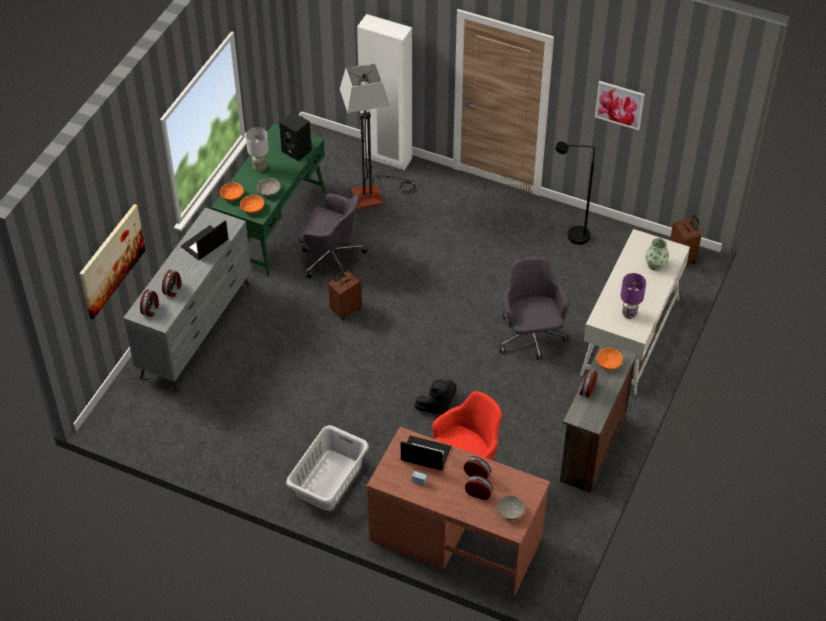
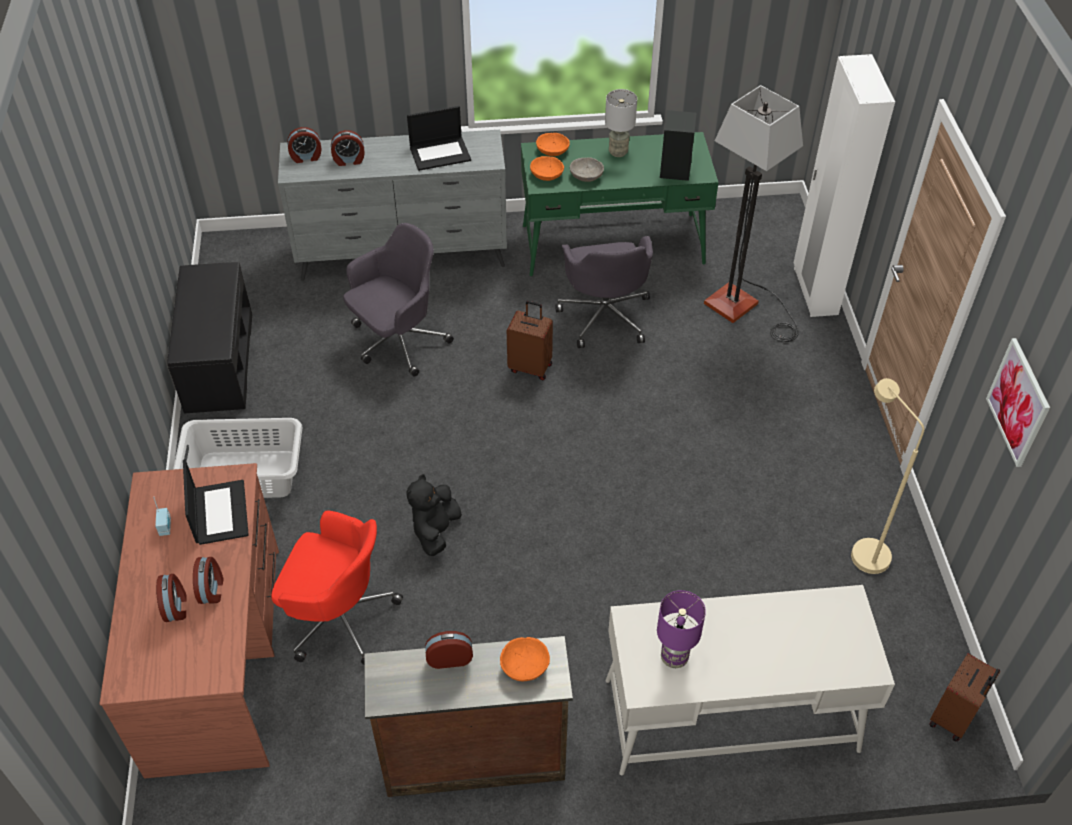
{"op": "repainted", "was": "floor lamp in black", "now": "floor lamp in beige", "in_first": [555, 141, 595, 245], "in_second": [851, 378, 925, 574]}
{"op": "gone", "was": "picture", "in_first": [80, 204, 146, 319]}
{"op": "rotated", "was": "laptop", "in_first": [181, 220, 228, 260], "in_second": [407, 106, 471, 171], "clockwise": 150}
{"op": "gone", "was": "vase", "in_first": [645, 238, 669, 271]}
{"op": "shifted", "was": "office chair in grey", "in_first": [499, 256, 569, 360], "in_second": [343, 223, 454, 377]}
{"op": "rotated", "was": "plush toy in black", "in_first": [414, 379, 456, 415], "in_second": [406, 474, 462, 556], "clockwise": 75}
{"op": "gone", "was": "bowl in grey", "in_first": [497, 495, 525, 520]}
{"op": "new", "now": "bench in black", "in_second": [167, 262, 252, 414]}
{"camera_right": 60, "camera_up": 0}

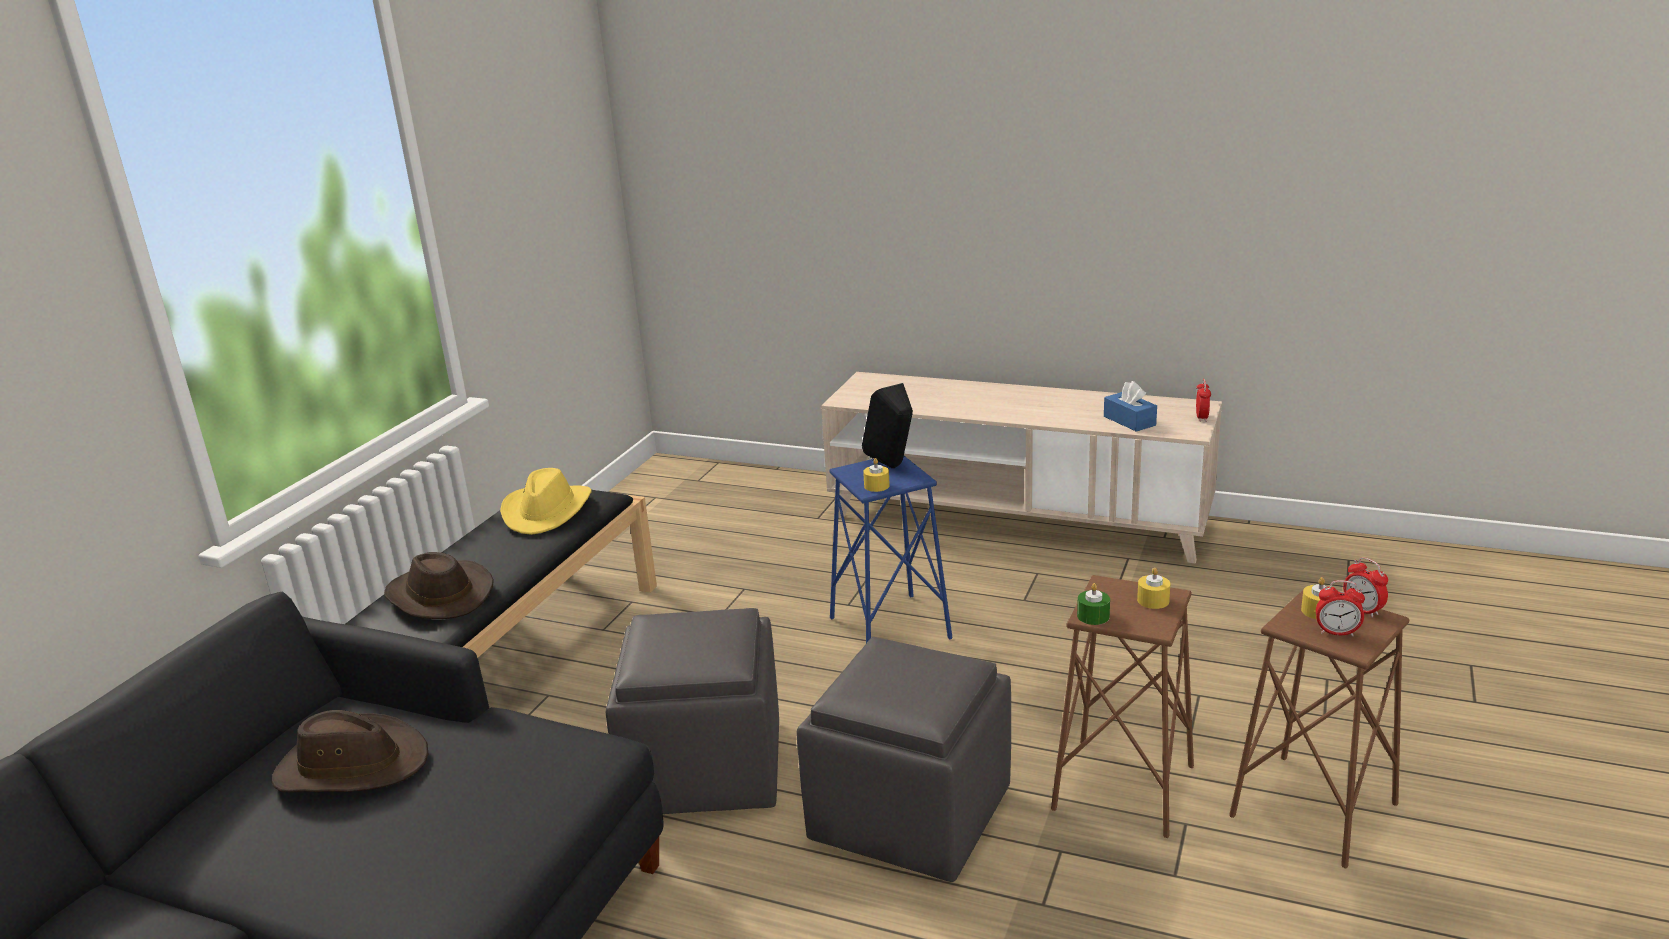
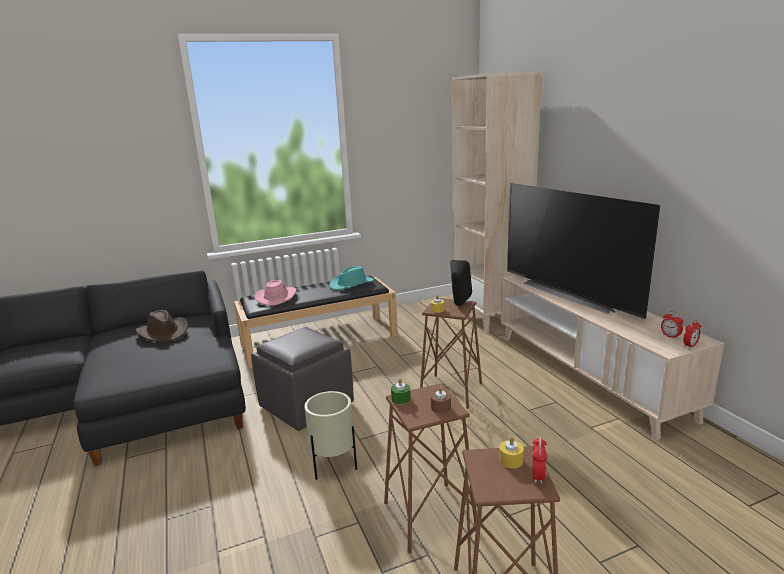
{"op": "gone", "was": "tissue box in blue", "in_first": [1104, 381, 1157, 432]}
{"op": "repainted", "was": "stool in blue", "now": "stool in brown", "in_first": [829, 456, 953, 643], "in_second": [420, 298, 482, 409]}
{"op": "repainted", "was": "hat in yellow", "now": "hat in turquoise", "in_first": [500, 468, 592, 535], "in_second": [329, 266, 374, 290]}
{"op": "repainted", "was": "hat in brown", "now": "hat in pink", "in_first": [384, 552, 494, 619], "in_second": [255, 280, 297, 306]}
{"op": "repainted", "was": "candle in yellow", "now": "candle in brown", "in_first": [1137, 568, 1170, 609], "in_second": [431, 386, 451, 413]}
{"op": "shifted", "was": "alarm clock", "in_first": [1316, 580, 1365, 636], "in_second": [661, 311, 683, 339]}
{"op": "swapped", "was": "ottoman in grey", "now": "planter in beige", "in_first": [796, 637, 1011, 882], "in_second": [304, 391, 357, 480]}
{"op": "new", "now": "bookcase in beige", "in_second": [452, 72, 542, 333]}
{"op": "new", "now": "television", "in_second": [507, 183, 660, 319]}
{"camera_right": 45, "camera_up": -5}

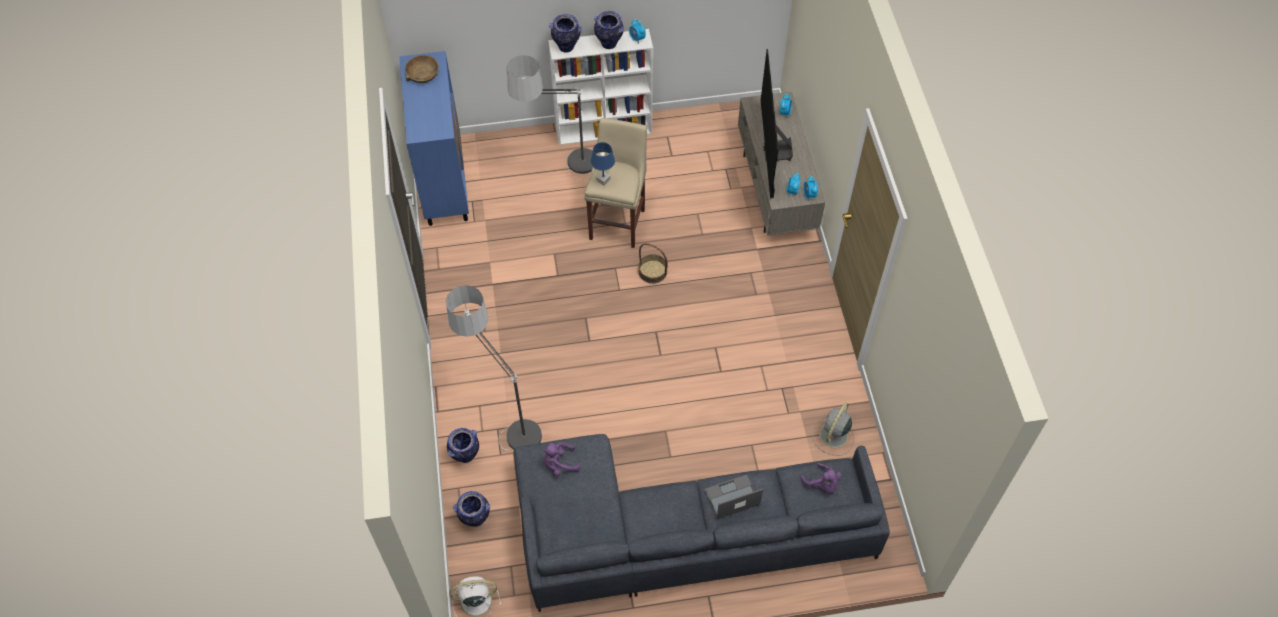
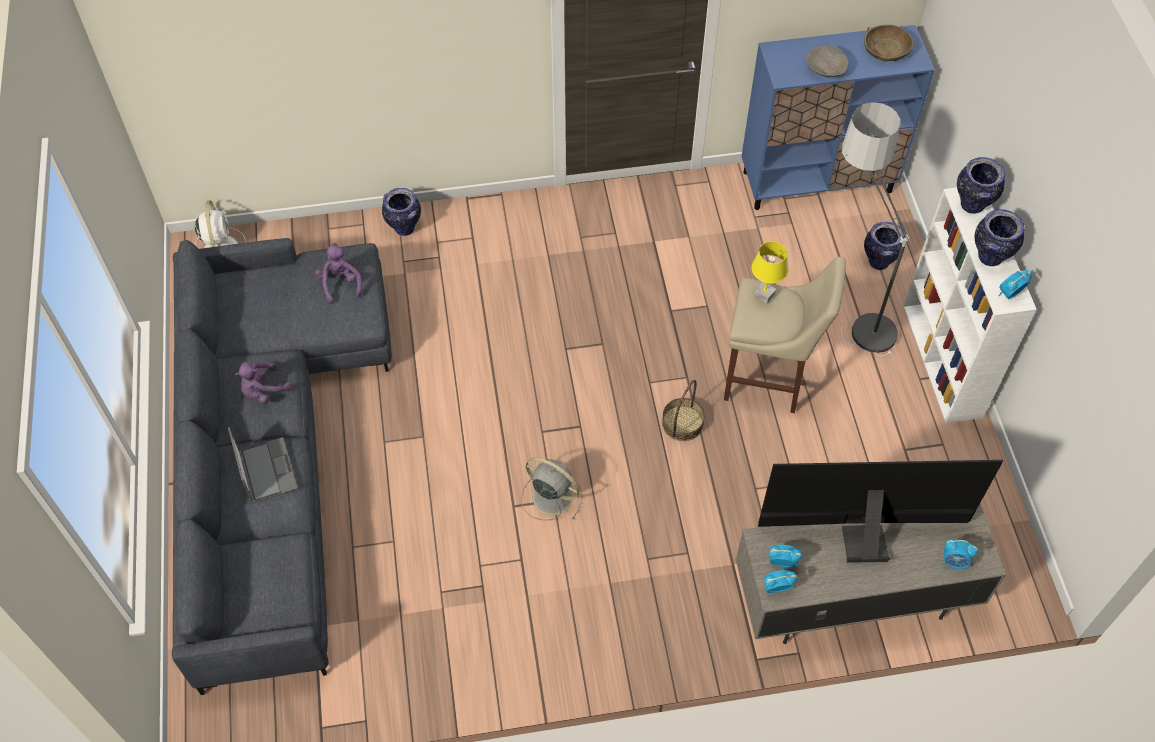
{"op": "repainted", "was": "table lamp in blue", "now": "table lamp in yellow", "in_first": [590, 142, 615, 186], "in_second": [751, 242, 788, 304]}
{"op": "gone", "was": "floor lamp", "in_first": [446, 285, 542, 450]}
{"op": "shifted", "was": "fan in grey", "in_first": [812, 402, 854, 456], "in_second": [521, 457, 583, 520]}
{"op": "shifted", "was": "plush toy in purple", "in_first": [801, 463, 842, 493], "in_second": [235, 362, 292, 404]}
{"op": "shifted", "was": "vase", "in_first": [453, 491, 490, 527], "in_second": [864, 222, 904, 270]}
{"op": "new", "now": "bowl in grey", "in_second": [806, 45, 848, 77]}
{"camera_right": 90, "camera_up": 0}

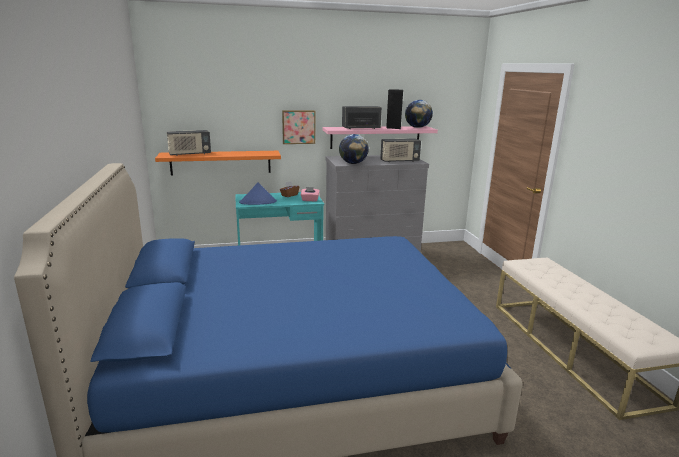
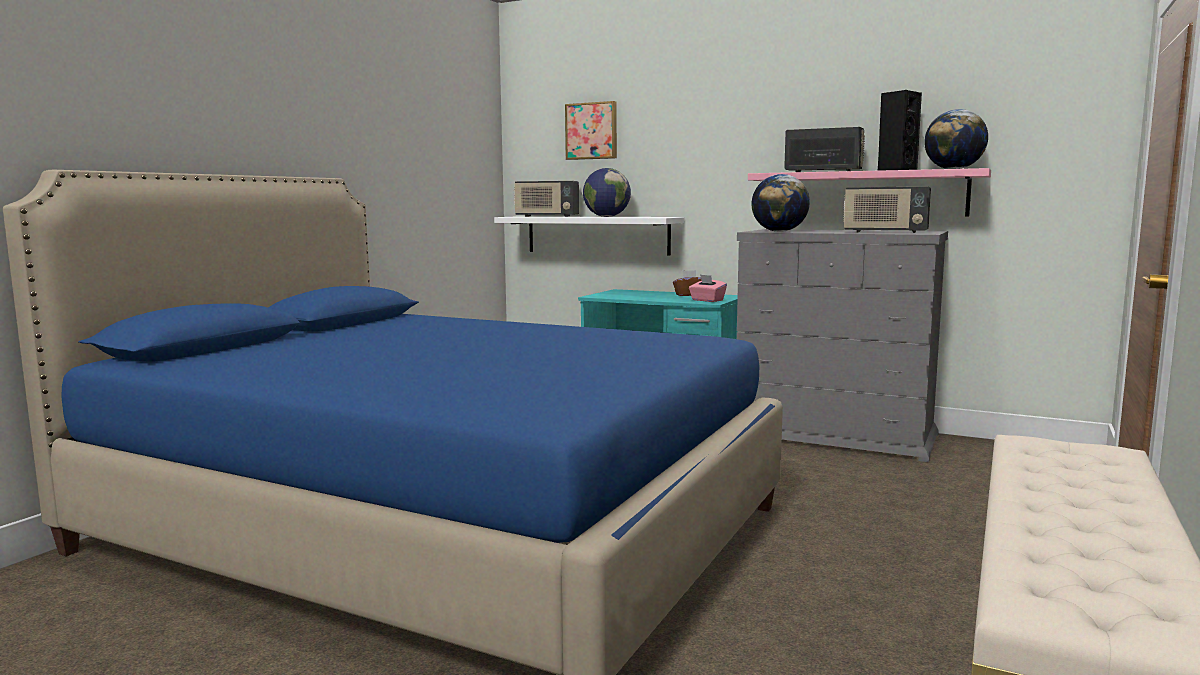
{"op": "shifted", "was": "picture", "in_first": [282, 110, 315, 144], "in_second": [565, 101, 617, 160]}
{"op": "repainted", "was": "shelf in orange", "now": "shelf in white", "in_first": [155, 151, 281, 175], "in_second": [494, 216, 684, 256]}
{"op": "gone", "was": "hat in blue", "in_first": [239, 182, 277, 205]}
{"op": "new", "now": "globe", "in_second": [583, 168, 631, 217]}
{"camera_right": 40, "camera_up": -10}

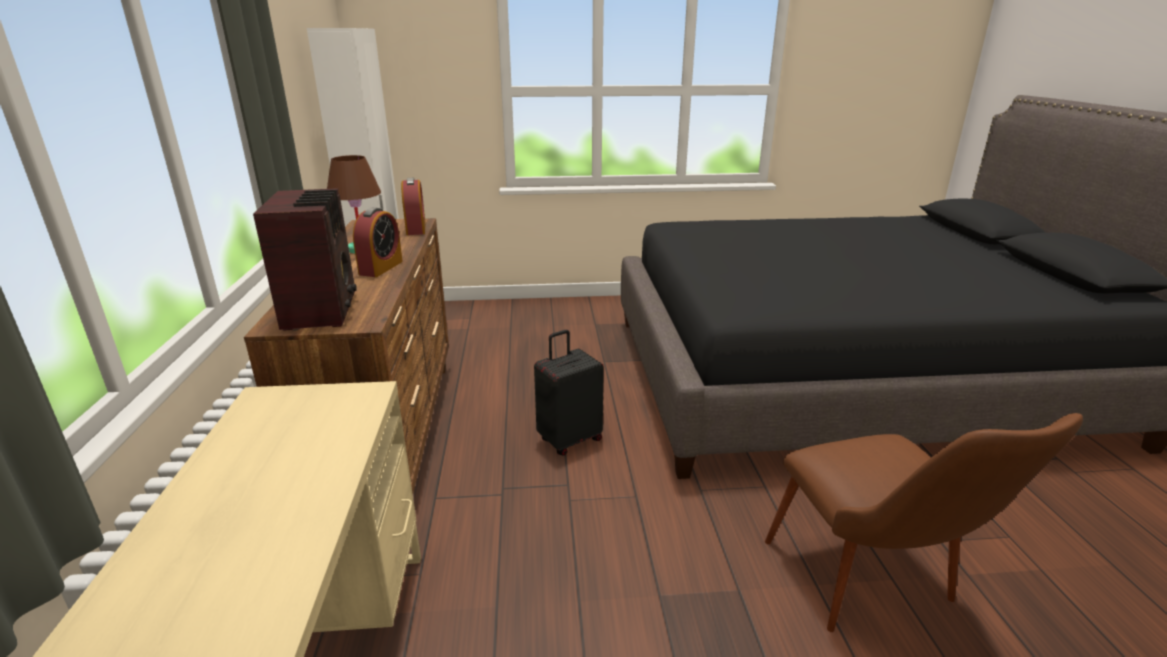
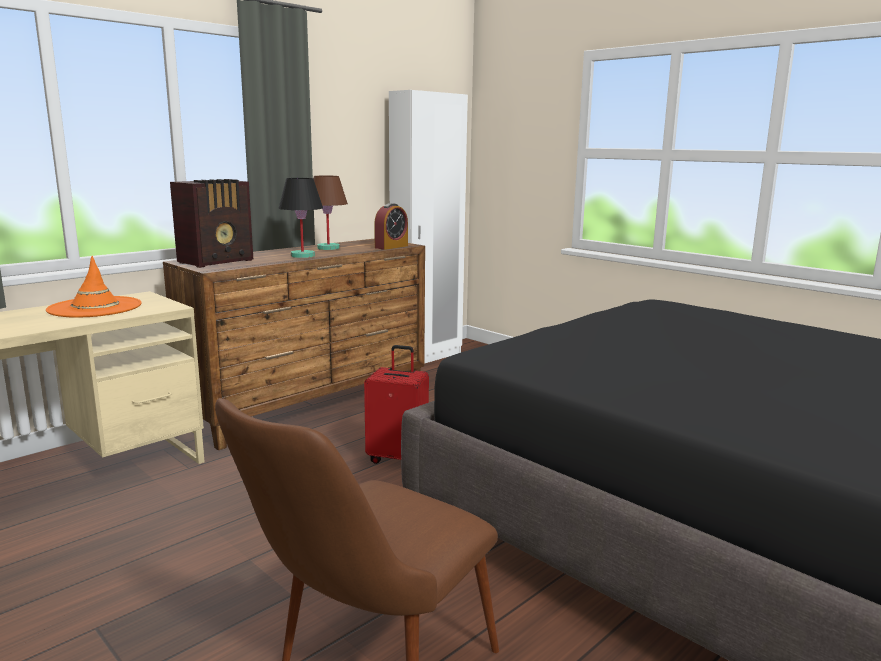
{"op": "swapped", "was": "alarm clock", "now": "table lamp in black", "in_first": [353, 208, 403, 277], "in_second": [279, 178, 323, 258]}
{"op": "repainted", "was": "suitcase in black", "now": "suitcase in red", "in_first": [534, 330, 604, 455], "in_second": [364, 345, 429, 464]}
{"op": "new", "now": "hat in orange", "in_second": [46, 256, 142, 318]}
{"camera_right": 50, "camera_up": -10}

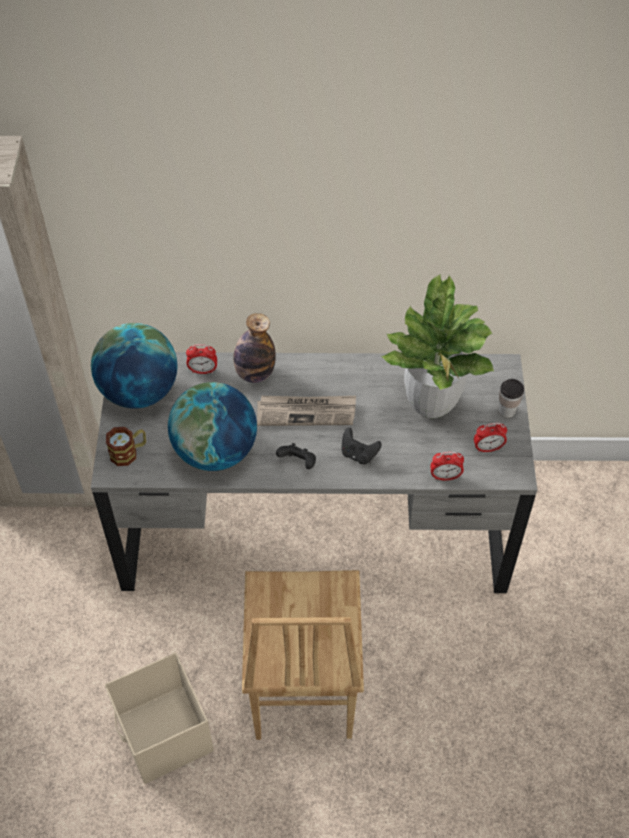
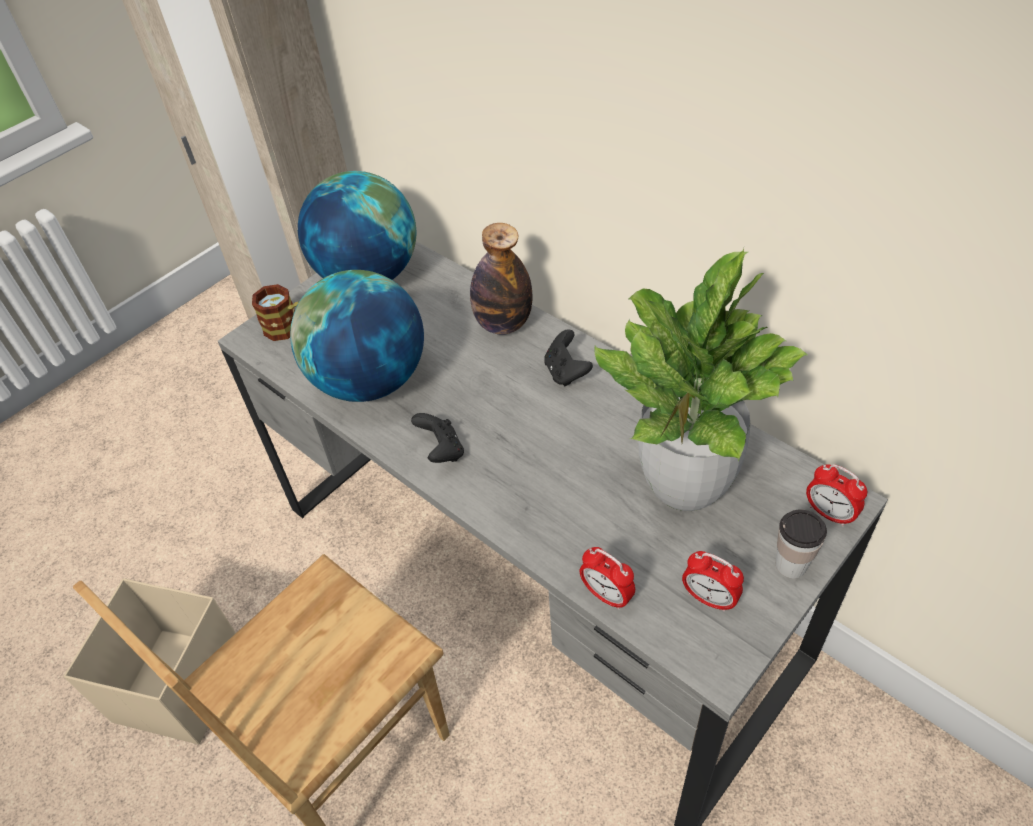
{"op": "shifted", "was": "alarm clock", "in_first": [186, 344, 217, 374], "in_second": [806, 464, 867, 526]}
{"op": "gone", "was": "newspaper", "in_first": [257, 396, 356, 426]}
{"op": "shifted", "was": "game controller in black", "in_first": [342, 428, 382, 464], "in_second": [544, 329, 593, 386]}
{"camera_right": 45, "camera_up": -5}

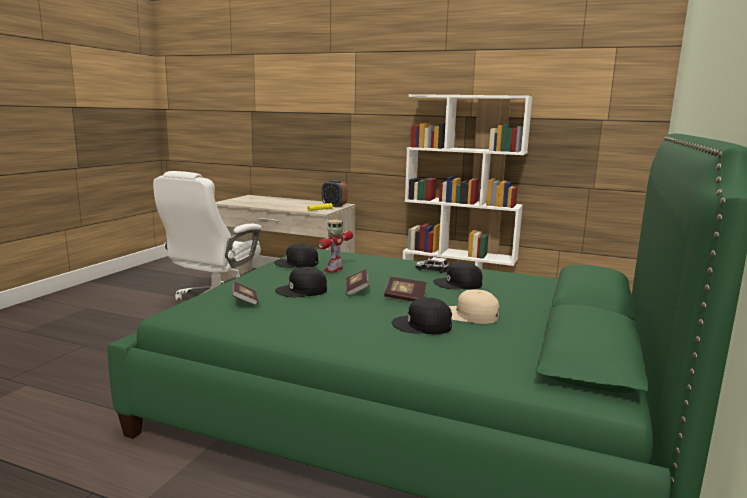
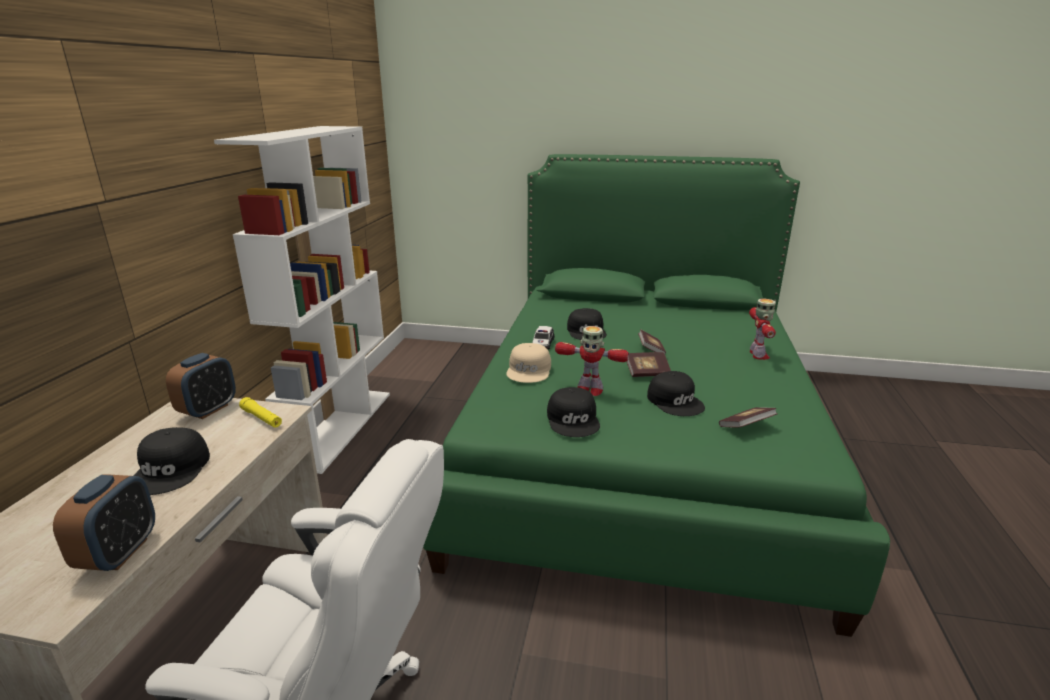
{"op": "shifted", "was": "cap in beige", "in_first": [449, 290, 499, 324], "in_second": [506, 343, 551, 383]}
{"op": "shifted", "was": "cap in black", "in_first": [392, 298, 452, 334], "in_second": [134, 427, 210, 495]}
{"op": "new", "now": "toy robot", "in_second": [749, 298, 776, 360]}
{"op": "new", "now": "alarm clock", "in_second": [53, 474, 155, 571]}
{"camera_right": -100, "camera_up": 10}

